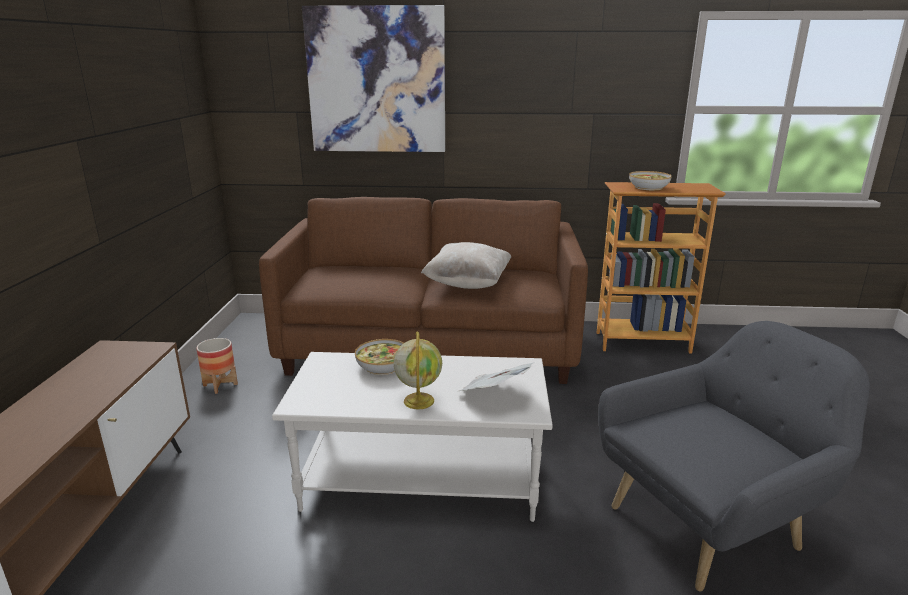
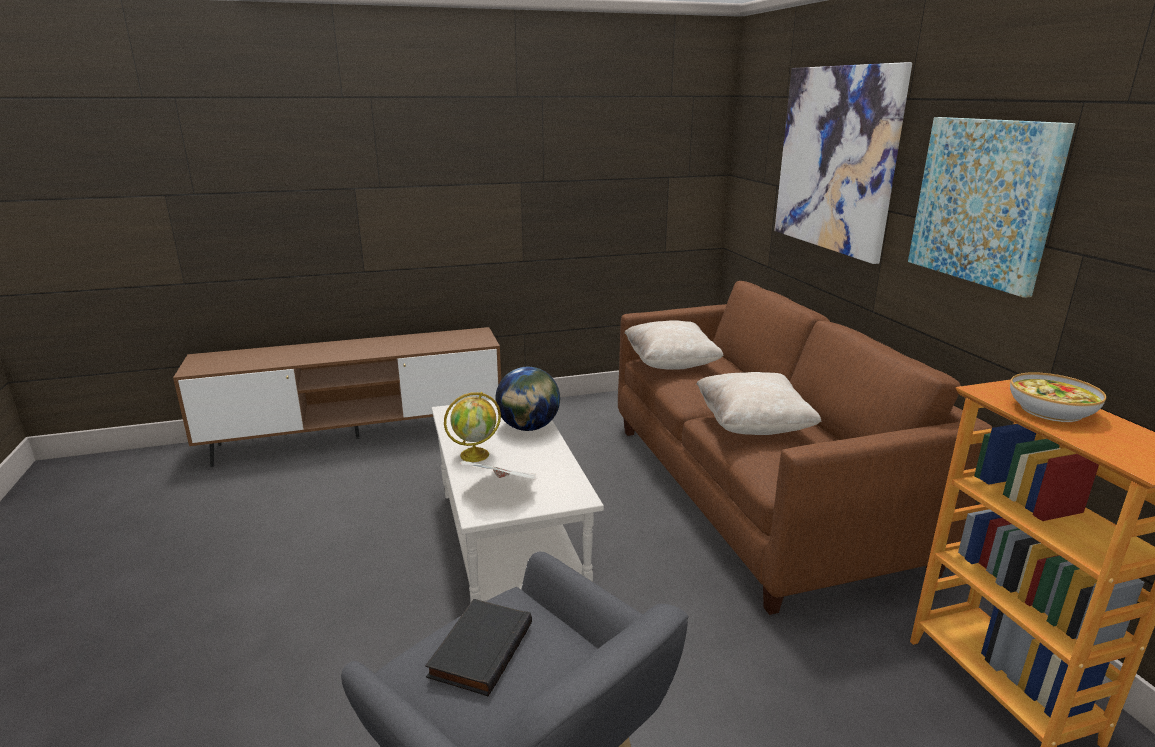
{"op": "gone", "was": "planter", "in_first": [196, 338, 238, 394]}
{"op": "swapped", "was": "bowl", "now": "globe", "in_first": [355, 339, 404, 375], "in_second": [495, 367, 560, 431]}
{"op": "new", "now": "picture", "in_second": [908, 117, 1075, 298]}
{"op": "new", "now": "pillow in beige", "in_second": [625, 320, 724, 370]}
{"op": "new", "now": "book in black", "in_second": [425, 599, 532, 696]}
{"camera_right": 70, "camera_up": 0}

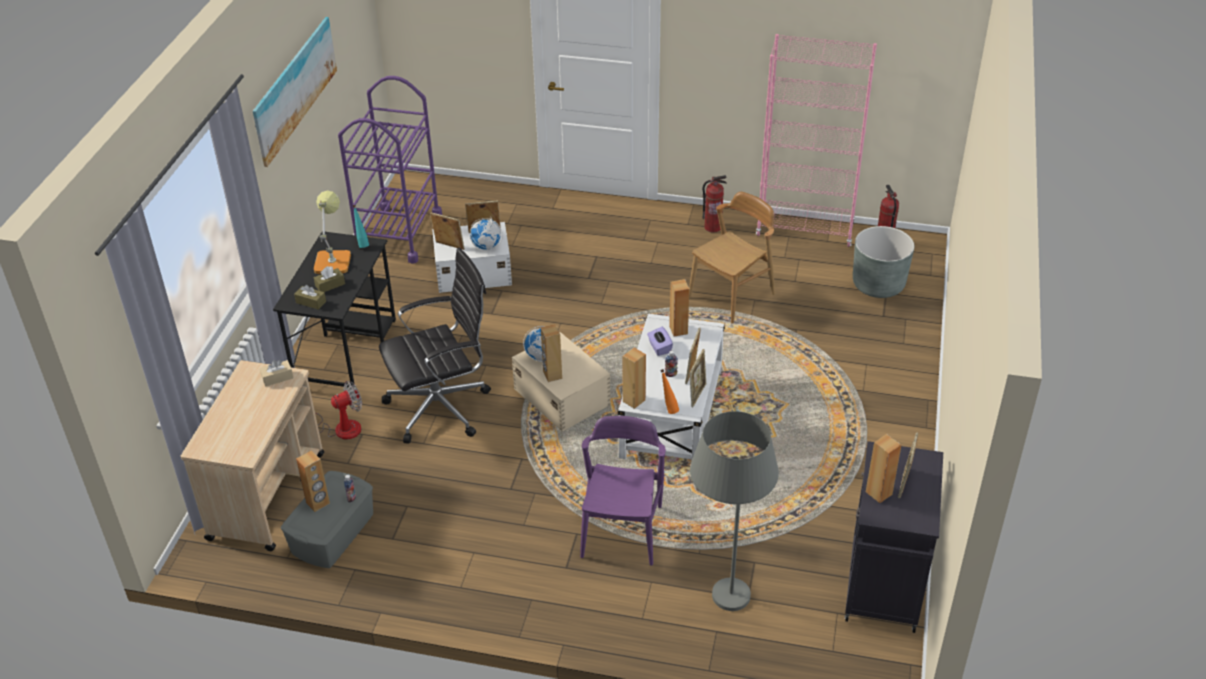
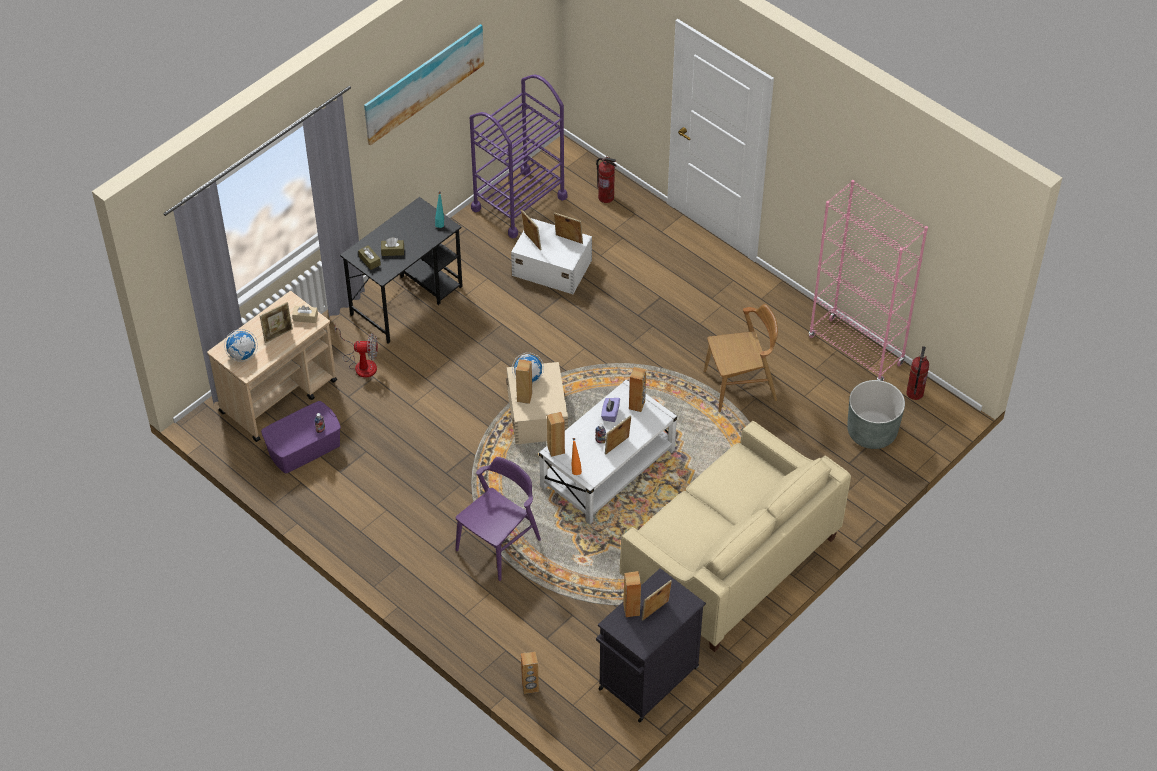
{"op": "shifted", "was": "fire extinguisher", "in_first": [702, 175, 727, 233], "in_second": [596, 157, 617, 203]}
{"op": "gone", "was": "table lamp", "in_first": [314, 190, 351, 274]}
{"op": "shifted", "was": "globe", "in_first": [470, 218, 503, 250], "in_second": [224, 329, 258, 362]}
{"op": "gone", "was": "office chair in black", "in_first": [379, 248, 491, 444]}
{"op": "shifted", "was": "picture frame", "in_first": [689, 349, 706, 408], "in_second": [260, 302, 293, 343]}
{"op": "gone", "was": "floor lamp in grey", "in_first": [690, 411, 779, 611]}
{"op": "shifted", "was": "speaker in brown", "in_first": [296, 451, 330, 512], "in_second": [521, 651, 539, 694]}
{"op": "repainted", "was": "storage box in grey", "now": "storage box in purple", "in_first": [281, 471, 373, 568], "in_second": [261, 401, 341, 474]}
{"op": "new", "now": "sofa in beige", "in_second": [620, 421, 851, 652]}
{"camera_right": 30, "camera_up": 10}

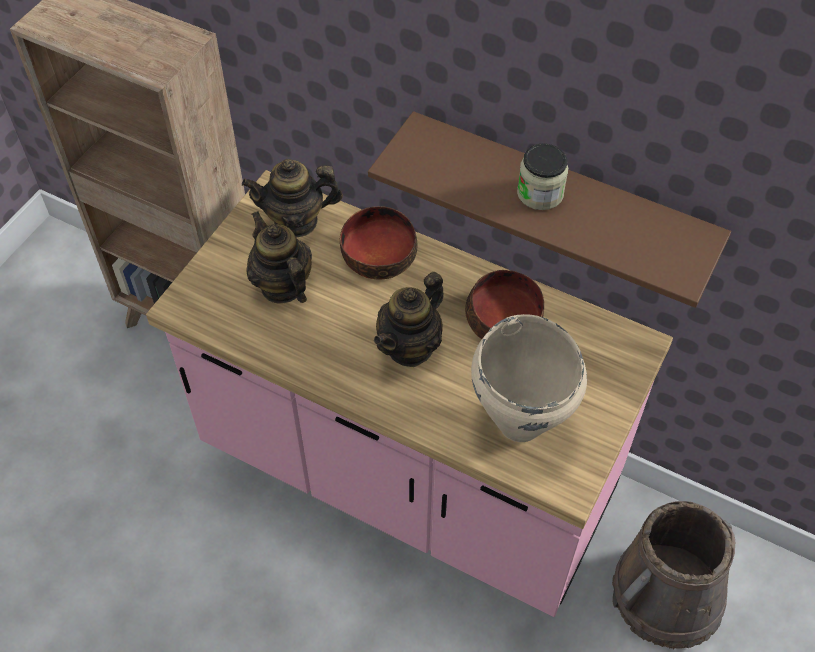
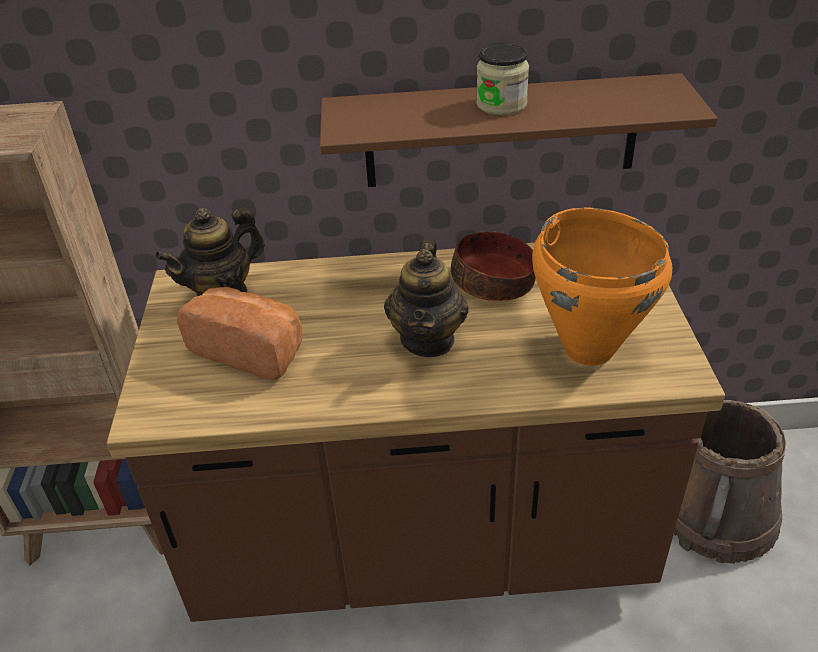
{"op": "repainted", "was": "counter in pink", "now": "counter in brown", "in_first": [146, 170, 673, 617], "in_second": [107, 243, 725, 622]}
{"op": "gone", "was": "bowl", "in_first": [340, 206, 418, 280]}
{"op": "swapped", "was": "teapot", "now": "bread", "in_first": [246, 211, 312, 304], "in_second": [177, 287, 302, 380]}
{"op": "repainted", "was": "cooking pot in beige", "now": "cooking pot in orange", "in_first": [471, 314, 587, 442], "in_second": [532, 207, 672, 366]}
{"camera_right": -30, "camera_up": -15}

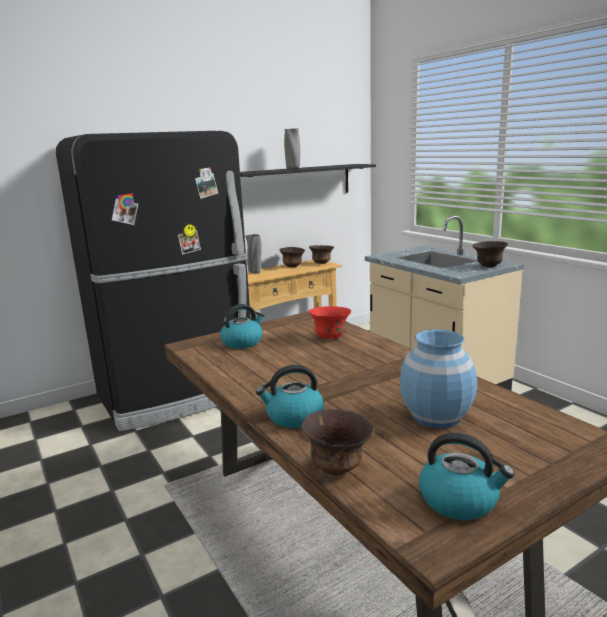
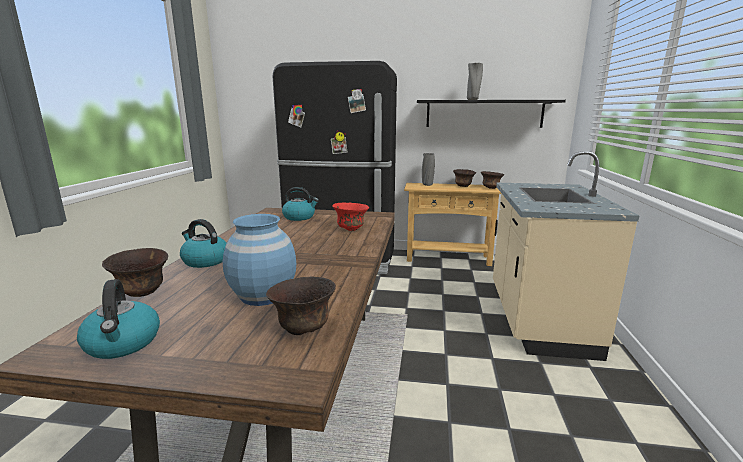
{"op": "shifted", "was": "bowl in brown", "in_first": [472, 241, 508, 267], "in_second": [266, 277, 336, 335]}
{"camera_right": 40, "camera_up": 0}

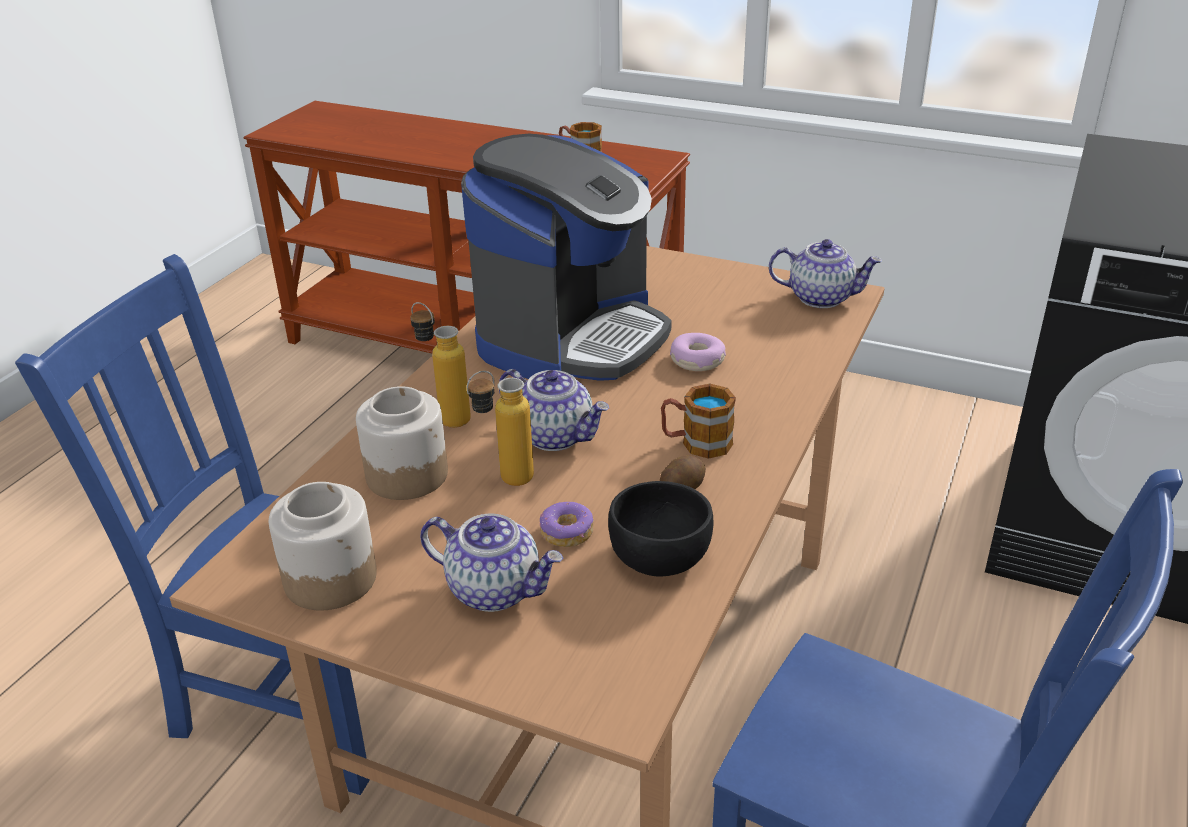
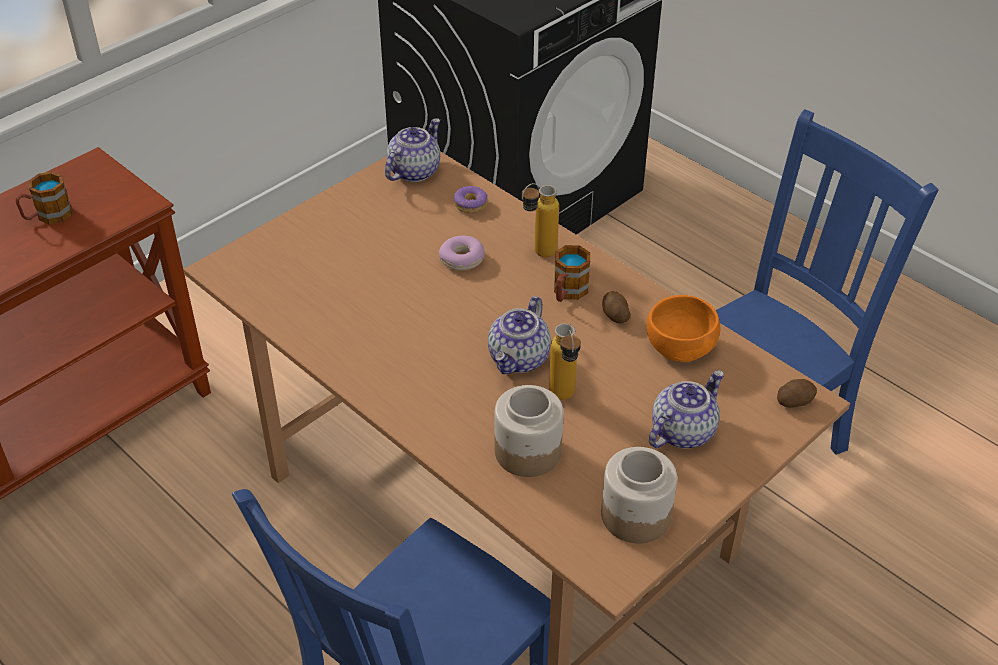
{"op": "gone", "was": "coffee machine", "in_first": [461, 134, 672, 381]}
{"op": "shifted", "was": "bottle", "in_first": [410, 302, 471, 428], "in_second": [522, 183, 559, 257]}
{"op": "rotated", "was": "teapot", "in_first": [499, 369, 609, 451], "in_second": [488, 296, 551, 374], "clockwise": 150}
{"op": "repainted", "was": "bowl in black", "now": "bowl in orange", "in_first": [608, 481, 713, 577], "in_second": [647, 295, 720, 362]}
{"op": "shifted", "was": "donut", "in_first": [539, 502, 594, 547], "in_second": [454, 186, 488, 214]}
{"op": "new", "now": "potato", "in_second": [777, 379, 817, 407]}
{"camera_right": -70, "camera_up": 10}

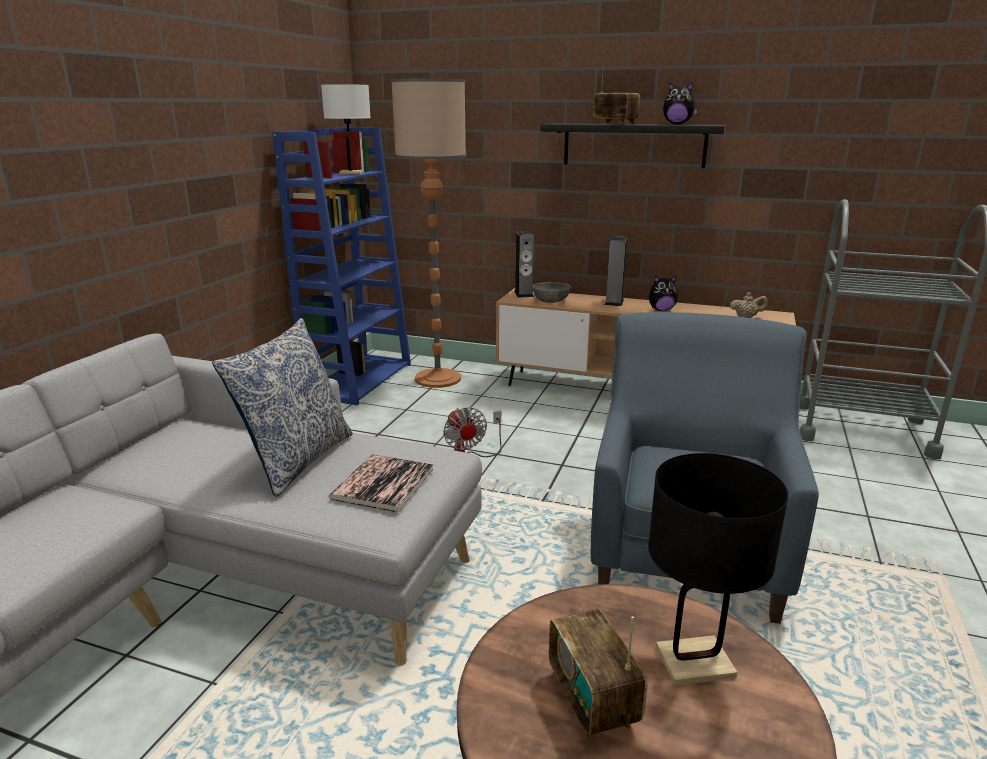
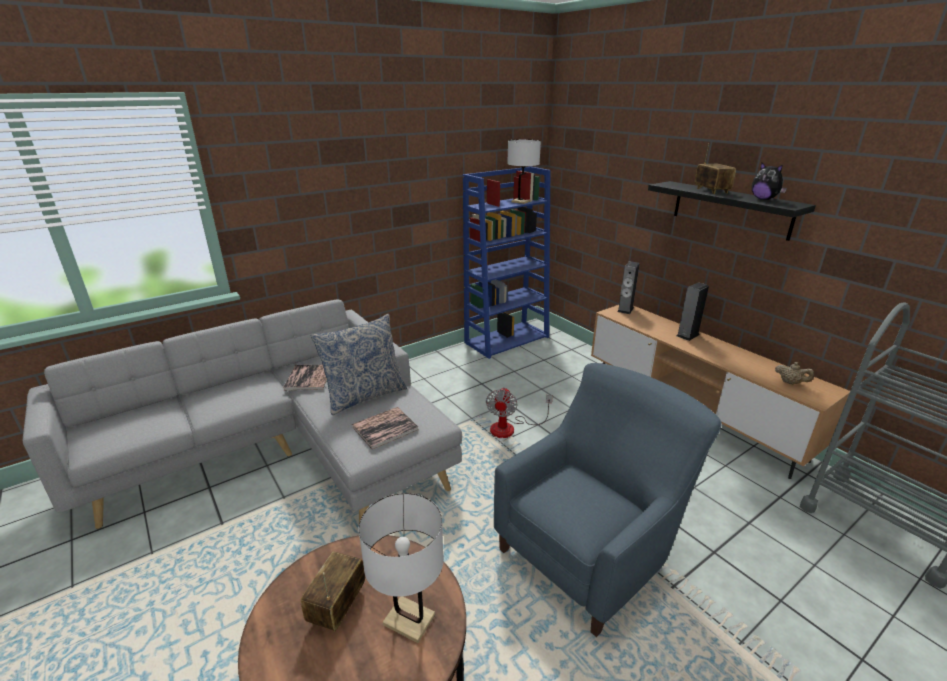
{"op": "gone", "was": "floor lamp", "in_first": [390, 79, 467, 388]}
{"op": "gone", "was": "plush toy", "in_first": [649, 276, 678, 311]}
{"op": "gone", "was": "bowl in grey", "in_first": [533, 282, 571, 303]}
{"op": "repainted", "was": "table lamp in black", "now": "table lamp in white", "in_first": [648, 453, 788, 686], "in_second": [359, 493, 444, 643]}
{"op": "new", "now": "book", "in_second": [283, 364, 327, 391]}
{"camera_right": 35, "camera_up": 5}

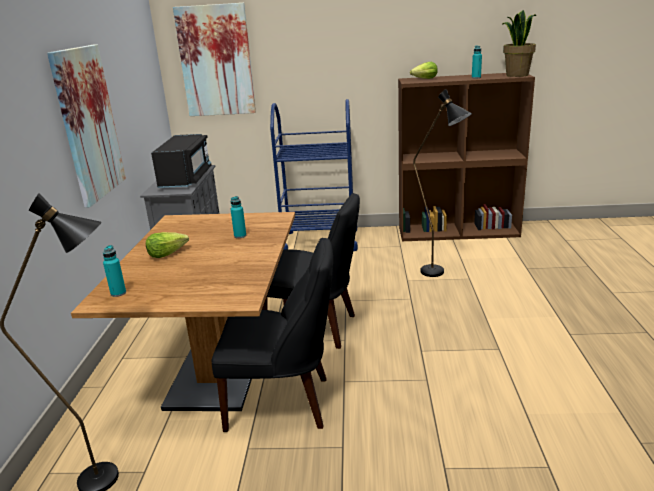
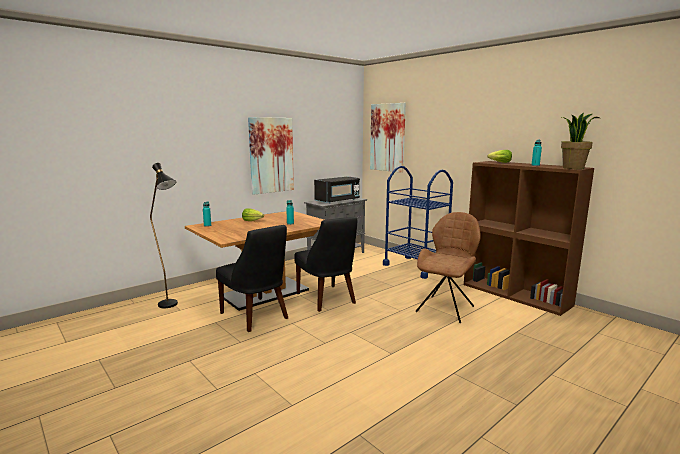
{"op": "swapped", "was": "floor lamp in black", "now": "chair in brown", "in_first": [413, 89, 472, 277], "in_second": [415, 212, 481, 323]}
{"camera_right": 45, "camera_up": -10}

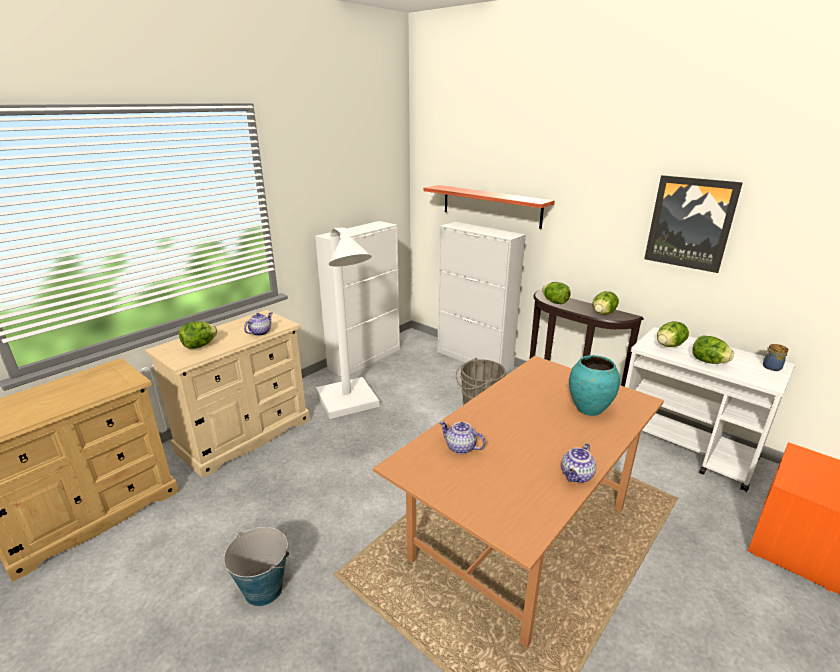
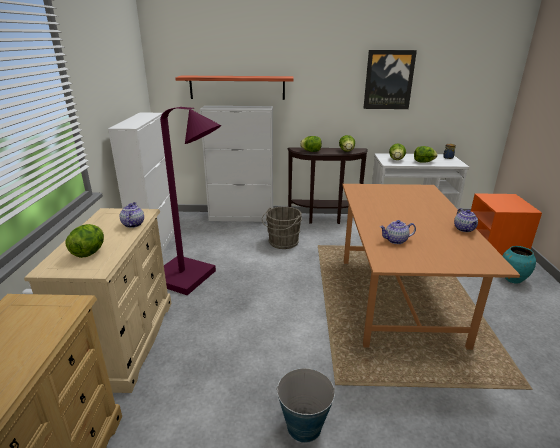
{"op": "repainted", "was": "floor lamp in white", "now": "floor lamp in purple", "in_first": [316, 228, 379, 419], "in_second": [160, 107, 221, 295]}
{"op": "shifted", "was": "vase in turquoise", "in_first": [569, 355, 620, 416], "in_second": [503, 246, 536, 284]}
{"camera_right": -40, "camera_up": 0}

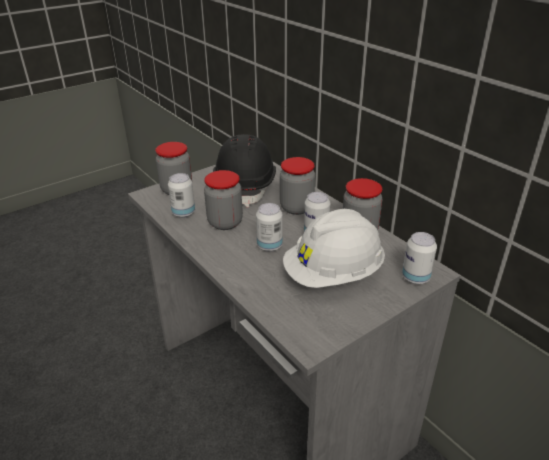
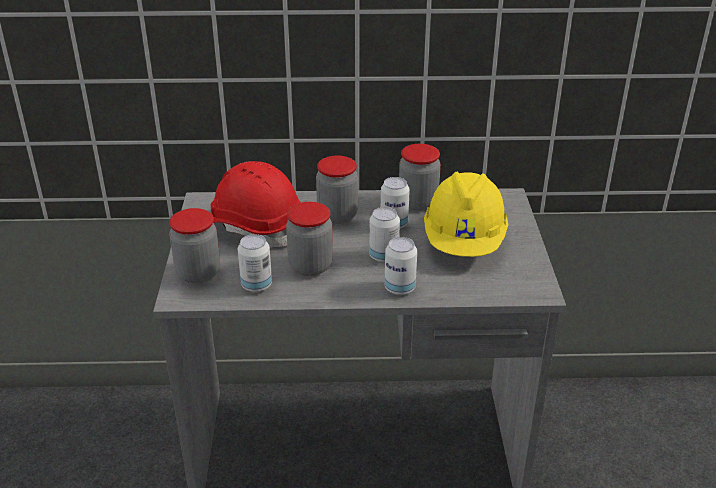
{"op": "repainted", "was": "hard hat in black", "now": "hard hat in red", "in_first": [213, 134, 276, 207], "in_second": [211, 161, 301, 247]}
{"op": "repainted", "was": "hard hat in white", "now": "hard hat in yellow", "in_first": [283, 209, 385, 288], "in_second": [424, 171, 508, 257]}
{"op": "shifted", "was": "can", "in_first": [402, 232, 437, 284], "in_second": [385, 237, 417, 295]}
{"camera_right": -55, "camera_up": 0}

